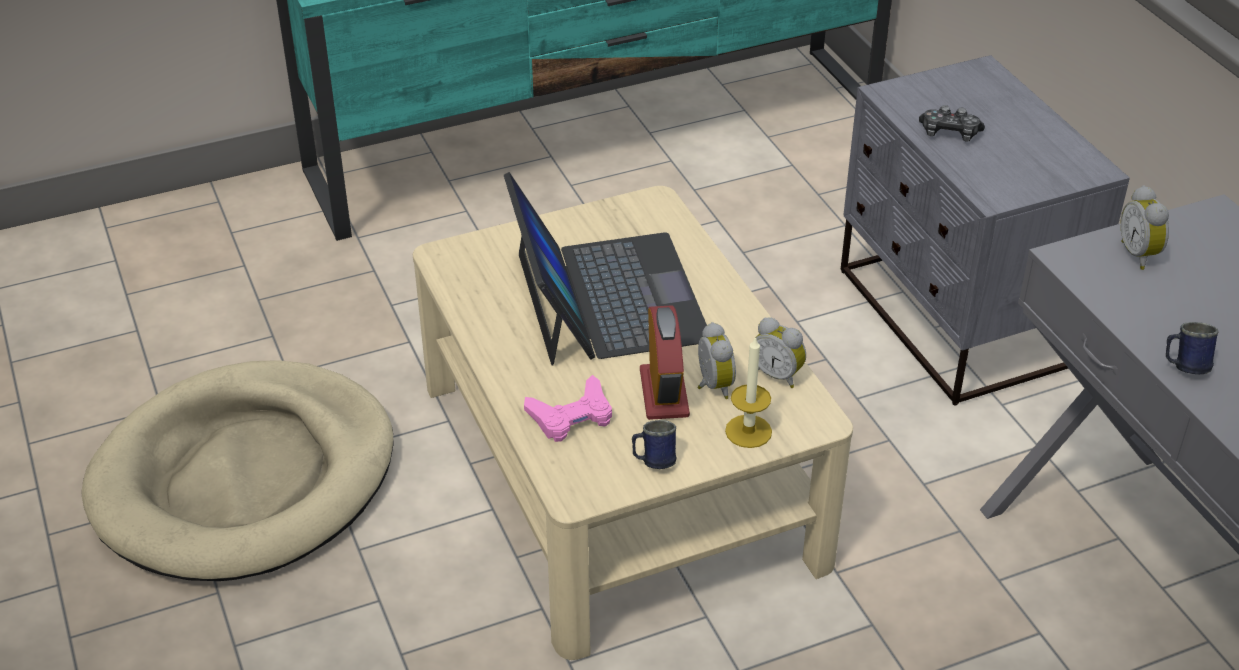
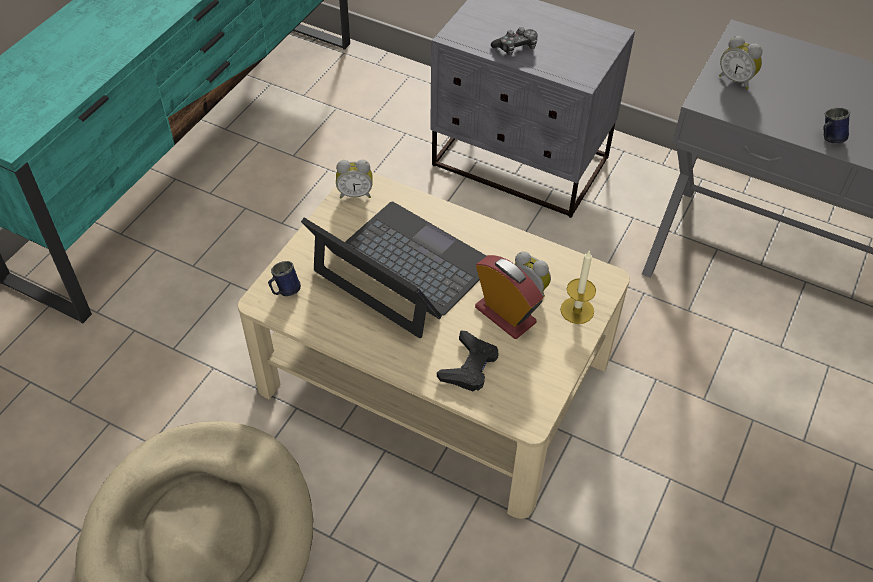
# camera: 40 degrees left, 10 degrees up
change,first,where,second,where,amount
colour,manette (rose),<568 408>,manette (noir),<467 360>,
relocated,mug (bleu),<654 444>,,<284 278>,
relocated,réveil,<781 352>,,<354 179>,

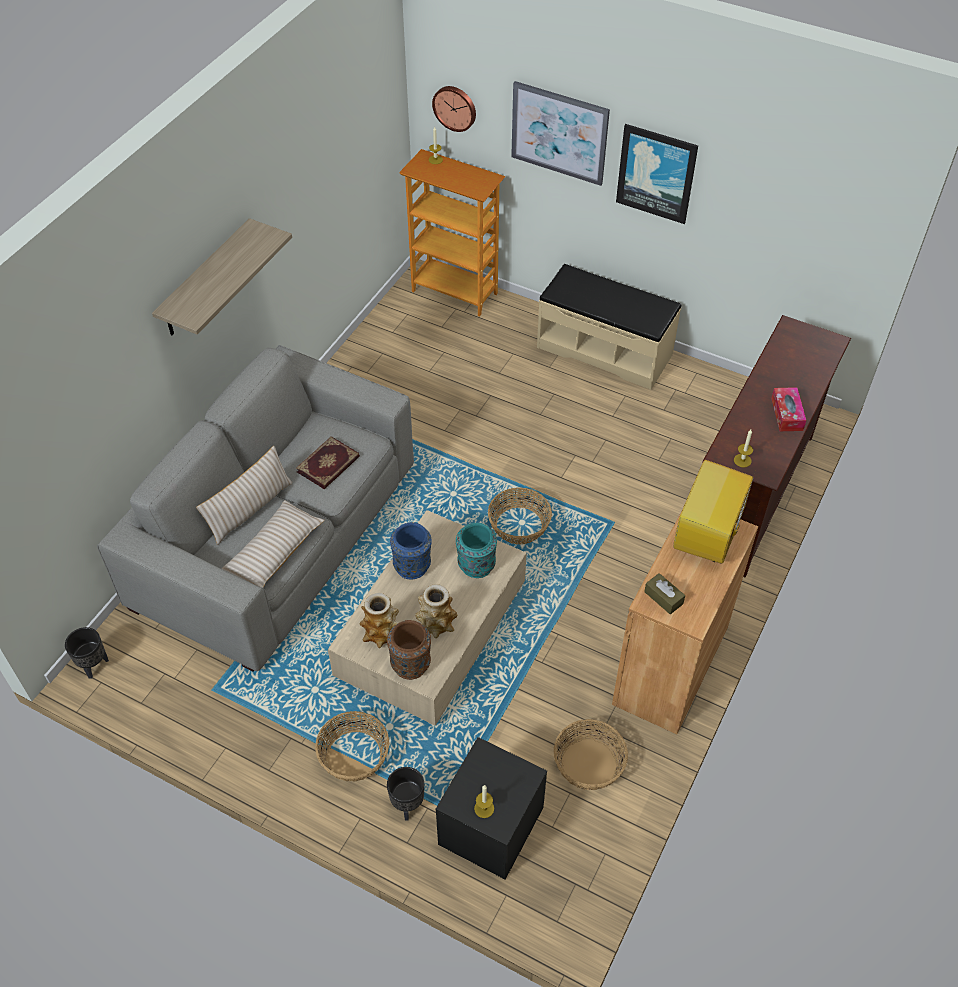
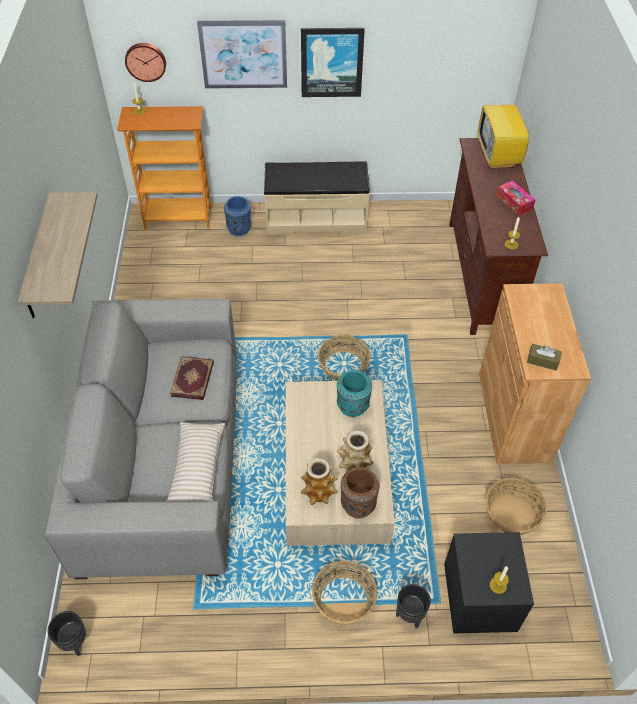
# camera: 30 degrees left, 0 degrees up
change,first,where,second,where,amount
missing,coussin (beige),<244 495>,,,
relocated,vase (bleu),<411 550>,,<237 216>,
relocated,téléviseur,<713 512>,,<507 135>,

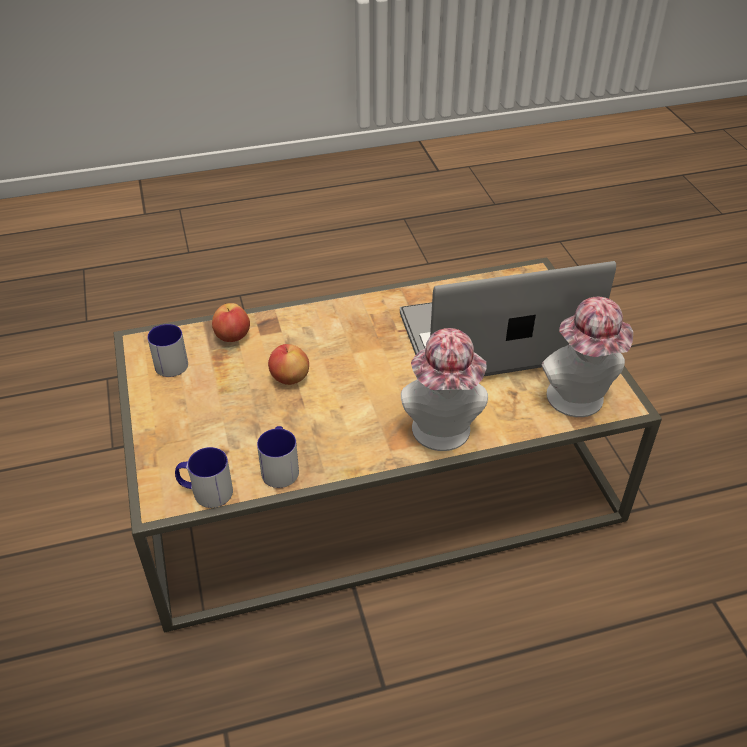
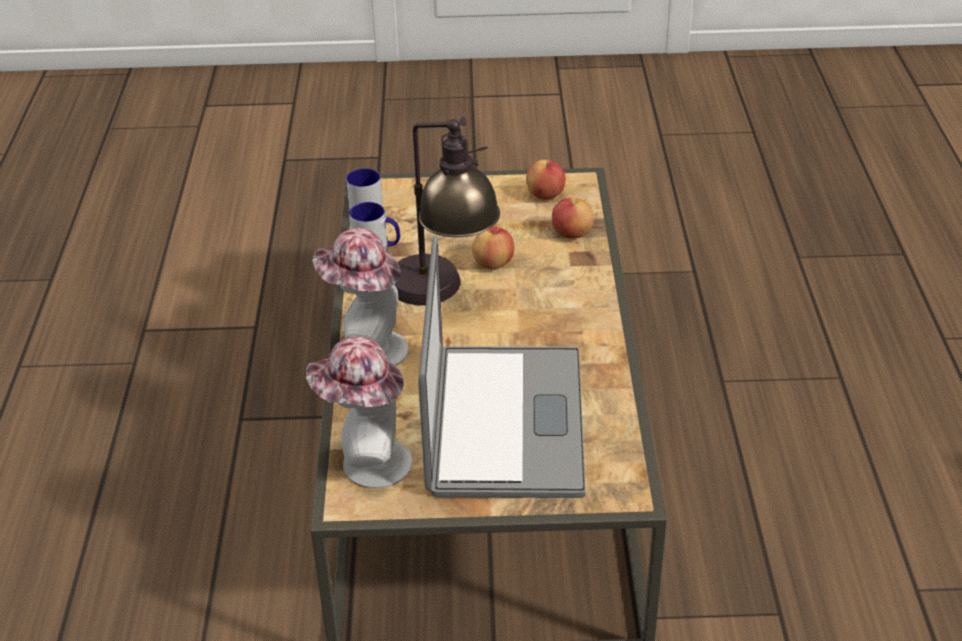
# camera: 105 degrees right, 5 degrees down
change,first,where,second,where,amount
exchanged,mug,<168 350>,pomme,<546 180>,
appeared,,,lampe de table,<447 210>,

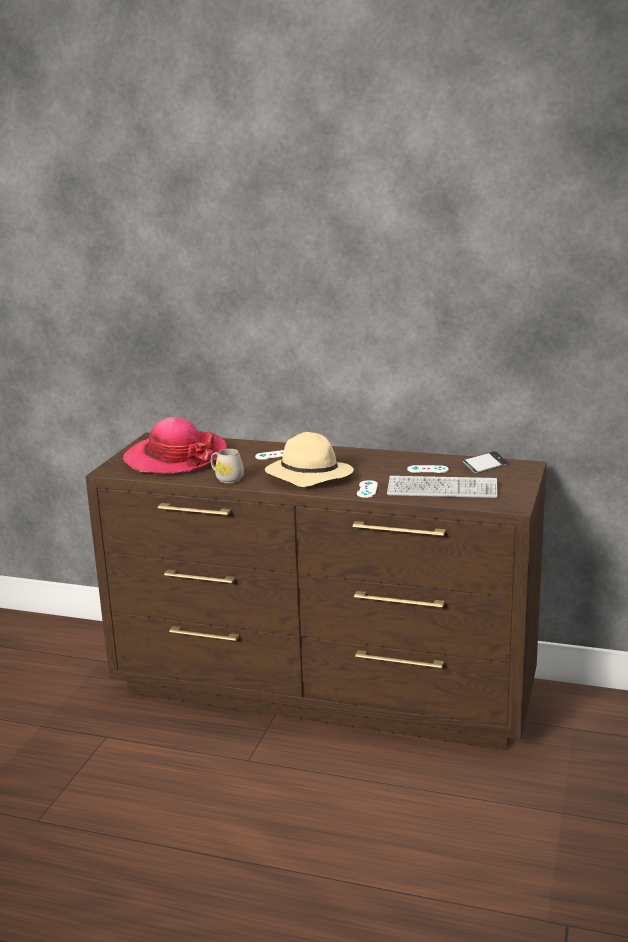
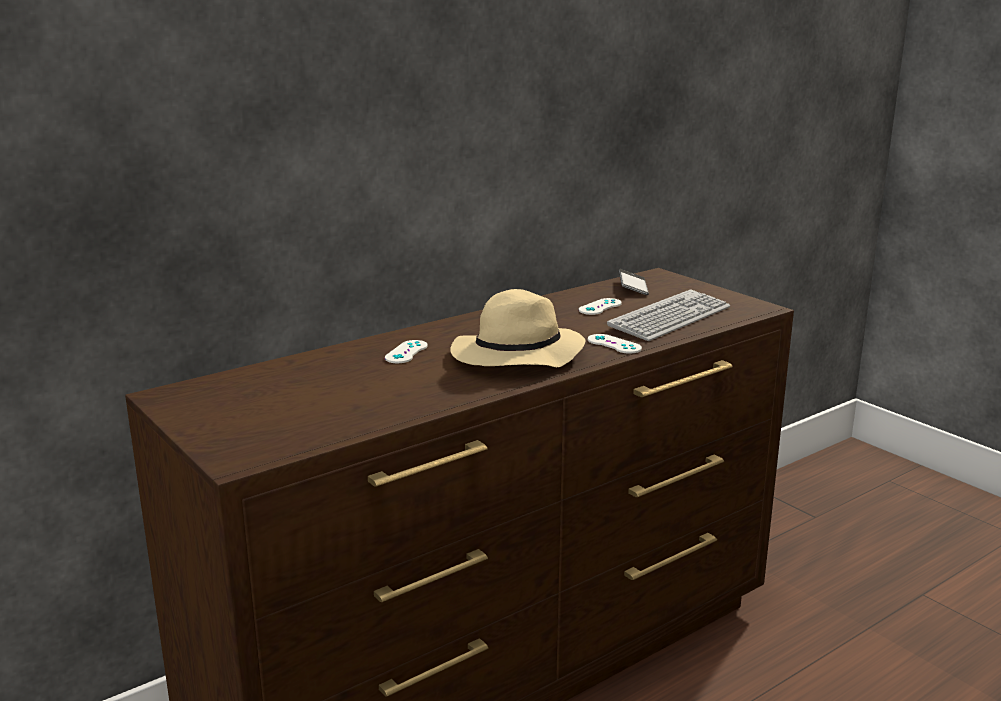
# camera: 55 degrees left, 0 degrees up
change,first,where,second,where,amount
missing,chapeau,<175 445>,,,
missing,mug (blanc),<227 466>,,,

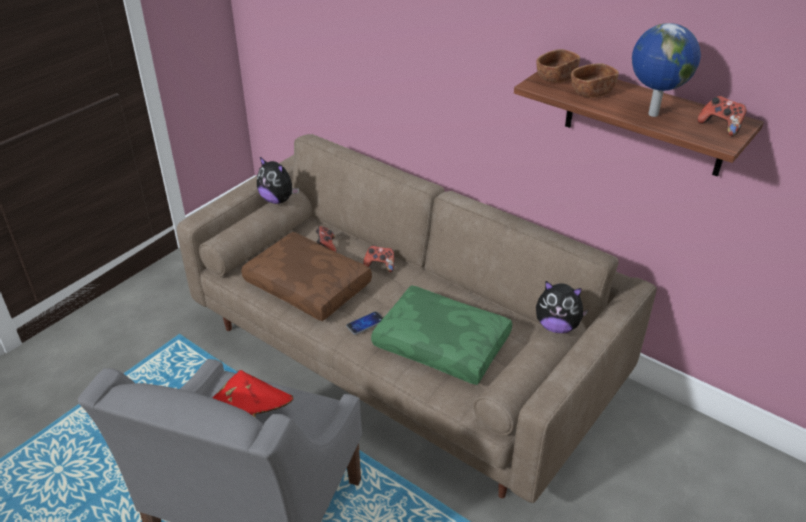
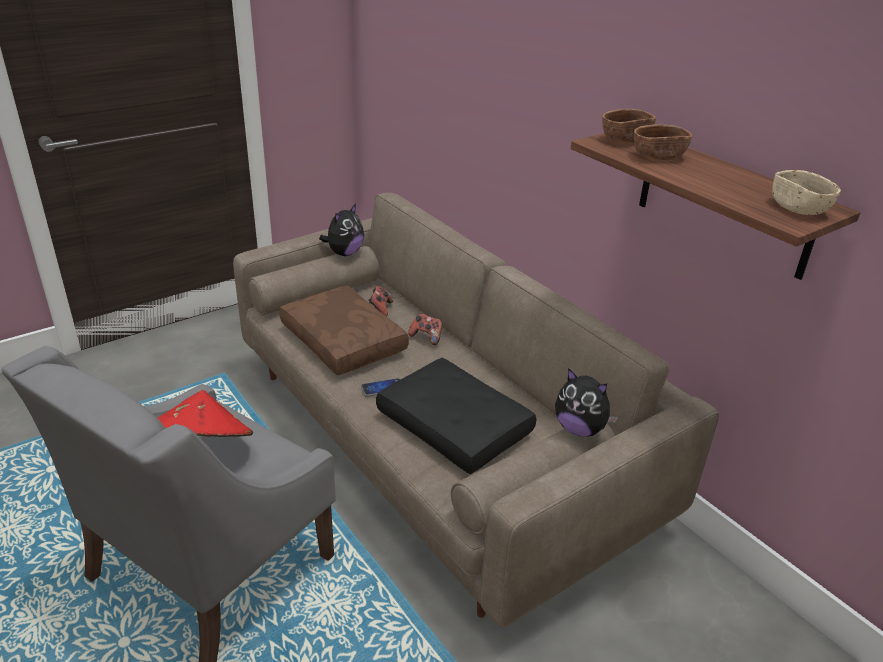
# camera: 15 degrees right, 5 degrees down
change,first,where,second,where,amount
spun,peluche,<278 180>,,<341 230>,105 degrees counterclockwise
colour,coussin (vert),<441 335>,coussin (noir),<456 416>,
missing,globe,<666 70>,,,
exchanged,manette,<722 116>,bol (beige),<806 192>,

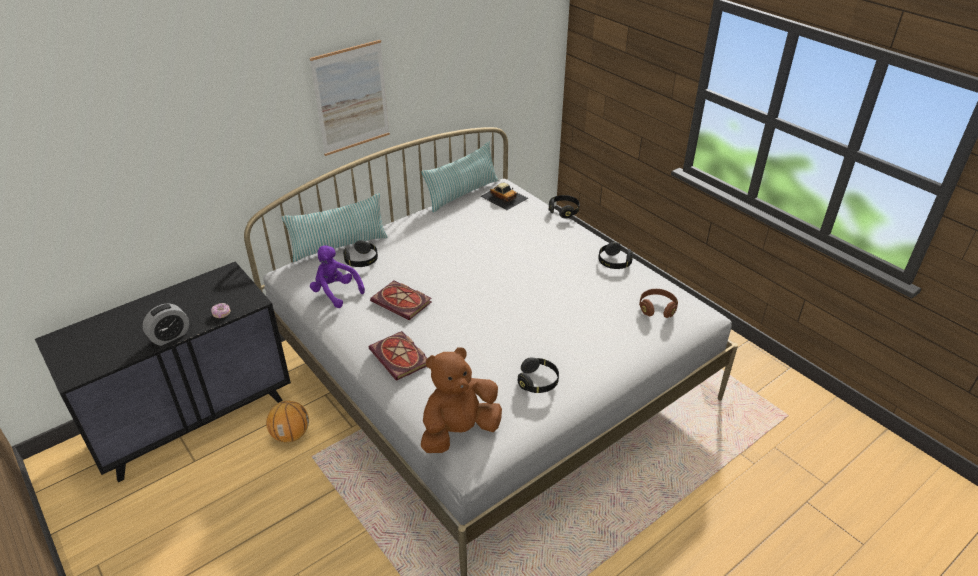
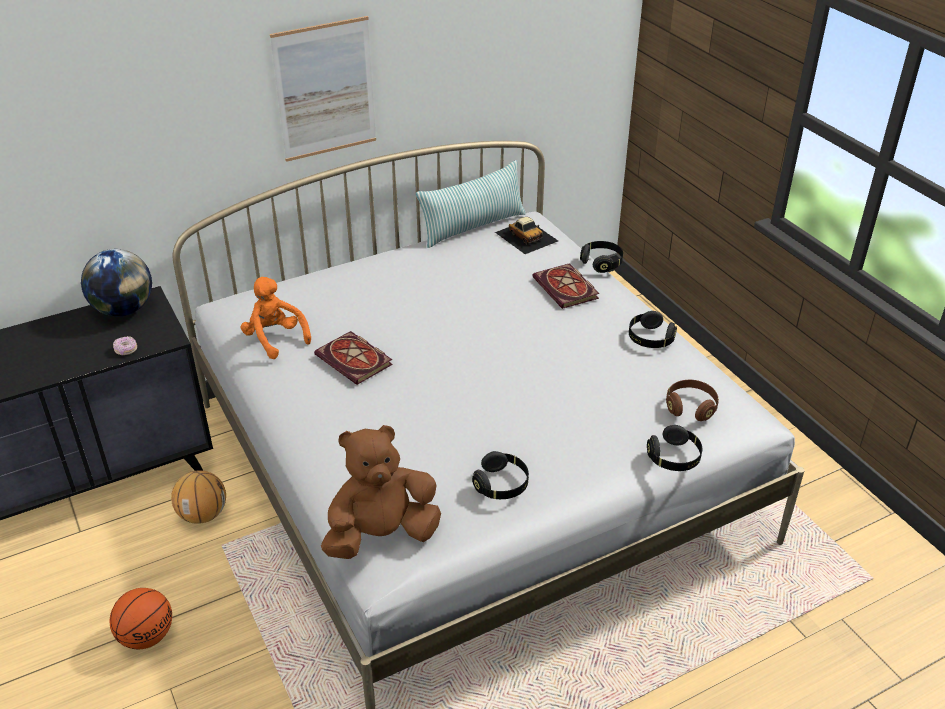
# camera: 10 degrees right, 0 degrees up
change,first,where,second,where,amount
missing,réveil,<165 324>,,,
missing,coussin,<335 227>,,,
colour,peluche (violet),<337 276>,peluche (orange),<276 318>,
relocated,casque audio (noir),<360 253>,,<674 448>,
relocated,livre,<398 356>,,<565 286>,
appeared,,,globe,<116 282>,
appeared,,,ballon de basket,<141 618>,

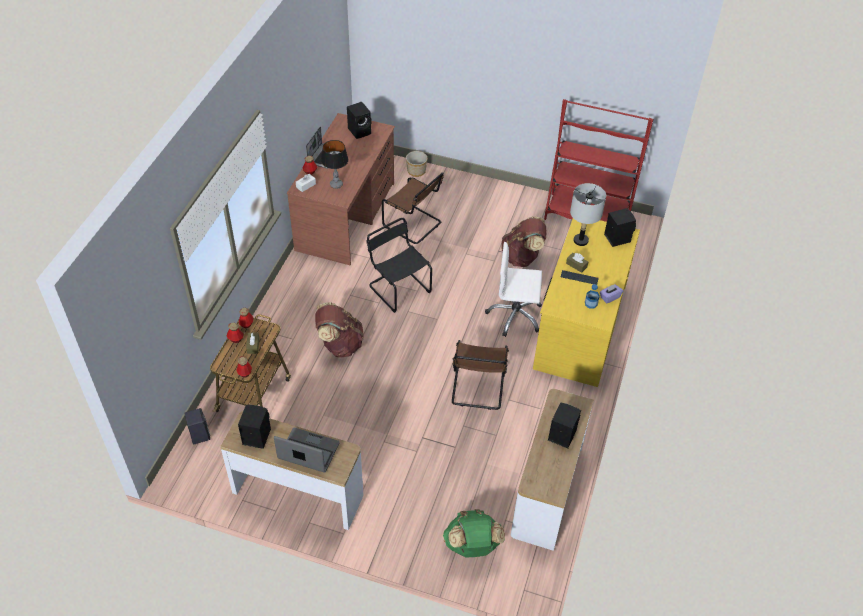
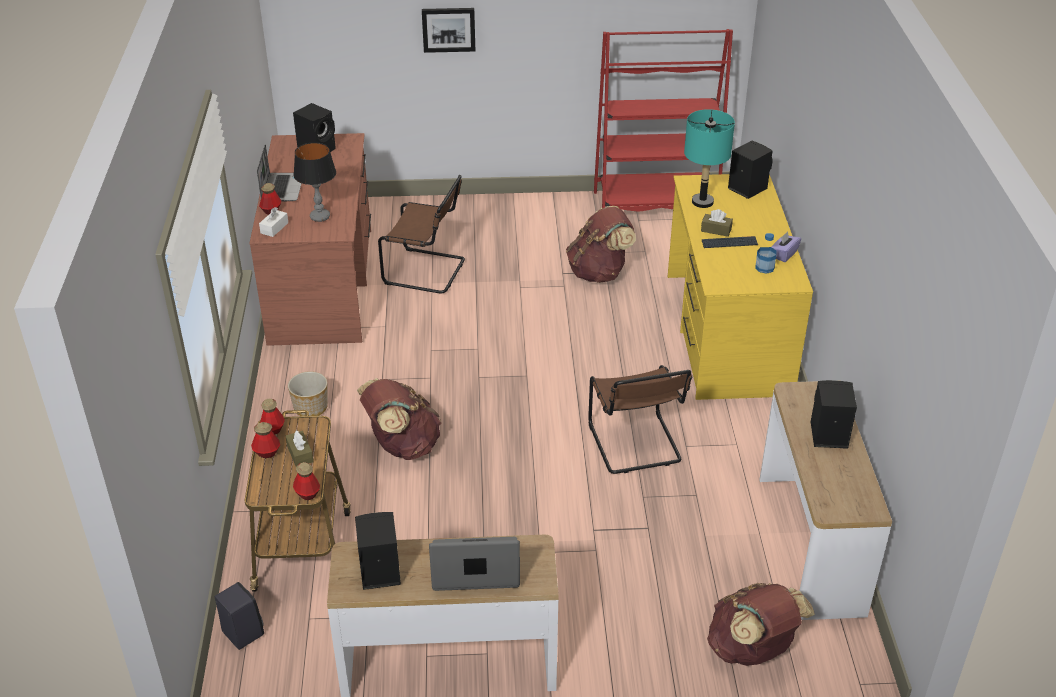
# camera: 20 degrees left, 10 degrees down
change,first,where,second,where,amount
missing,chaise (noir),<399 265>,,,
relocated,cache-pot,<416 164>,,<308 393>,
colour,sac à dos (vert),<474 533>,sac à dos (marron),<761 624>,
missing,chaise de bureau (blanc),<513 289>,,,
colour,lampe de table (gris),<588 214>,lampe de table (turquoise),<709 158>,
appeared,,,tableau,<448 30>,

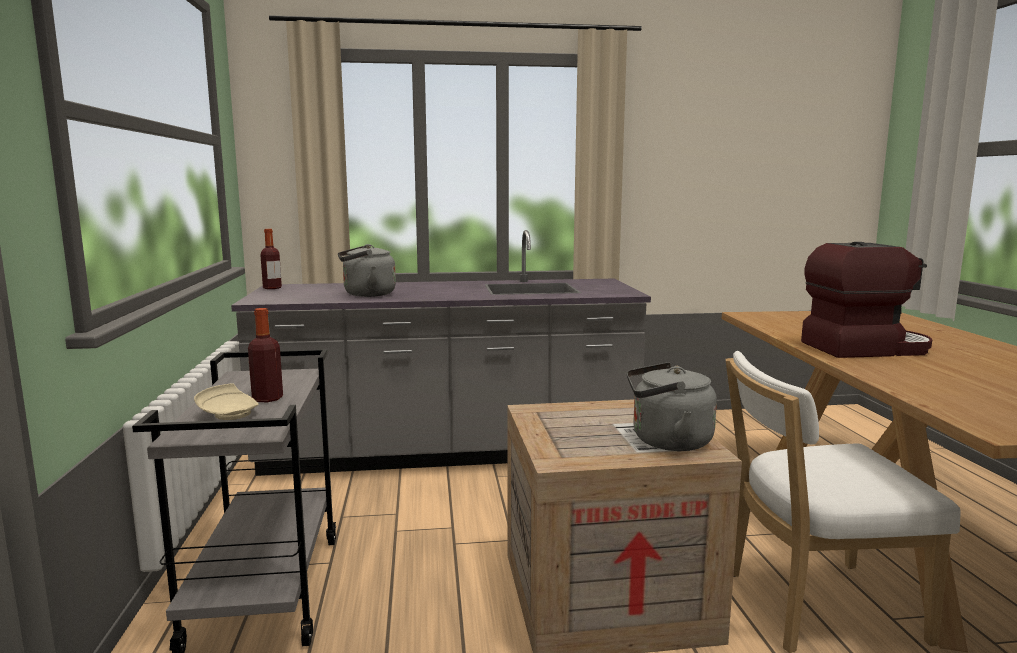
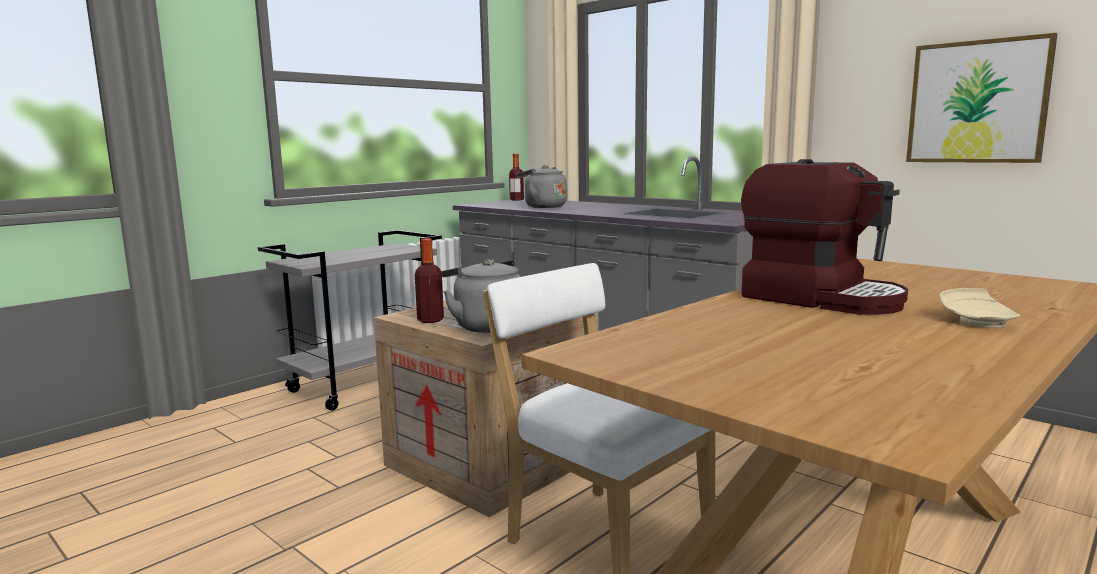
# camera: 50 degrees right, 0 degrees up
change,first,where,second,where,amount
relocated,assiette (beige),<226 401>,,<980 308>,
relocated,bouteille,<265 355>,,<429 280>,
appeared,,,tableau,<982 98>,

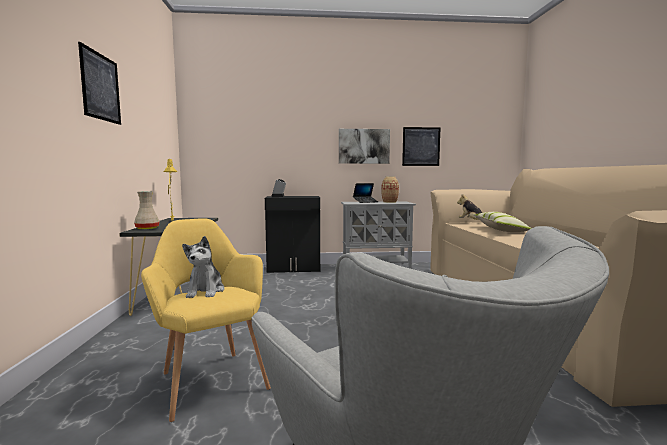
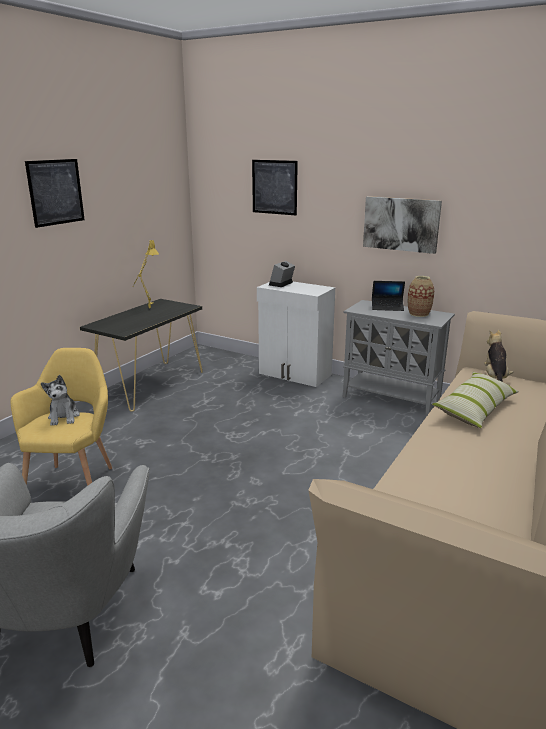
# camera: 35 degrees right, 15 degrees up
change,first,where,second,where,amount
missing,vase (beige),<147 210>,,,
spun,peluche,<203 267>,,<60 400>,45 degrees counterclockwise
colour,meuble de rangement (noir),<292 234>,meuble de rangement (blanc),<296 334>,
relocated,tableau,<421 146>,,<275 187>,

